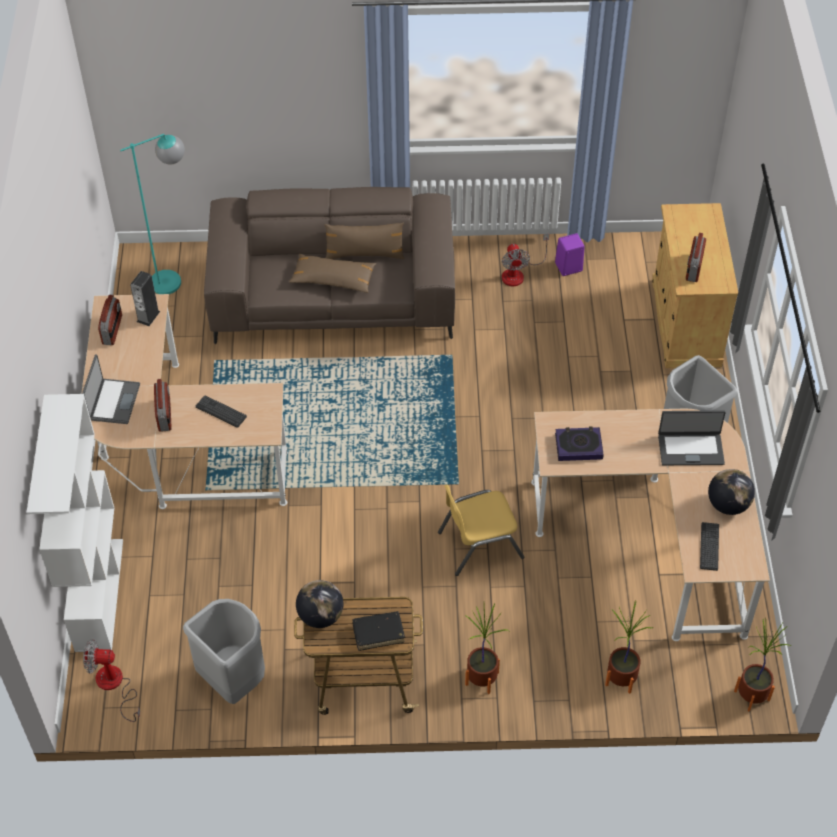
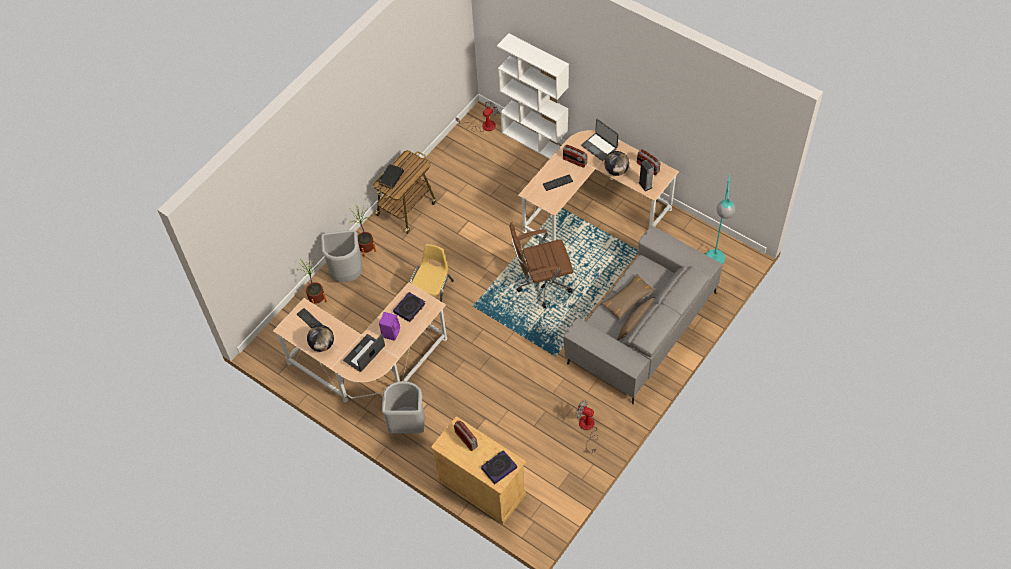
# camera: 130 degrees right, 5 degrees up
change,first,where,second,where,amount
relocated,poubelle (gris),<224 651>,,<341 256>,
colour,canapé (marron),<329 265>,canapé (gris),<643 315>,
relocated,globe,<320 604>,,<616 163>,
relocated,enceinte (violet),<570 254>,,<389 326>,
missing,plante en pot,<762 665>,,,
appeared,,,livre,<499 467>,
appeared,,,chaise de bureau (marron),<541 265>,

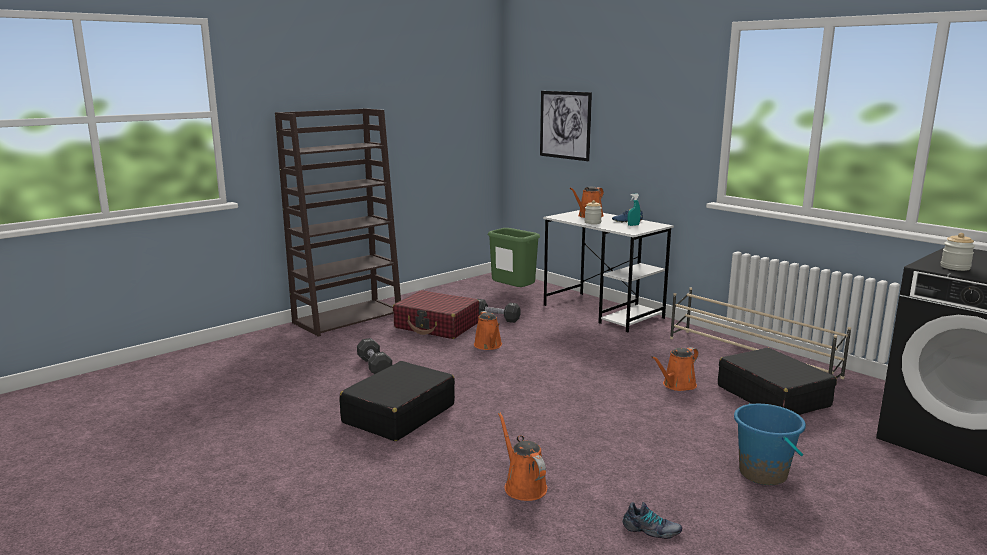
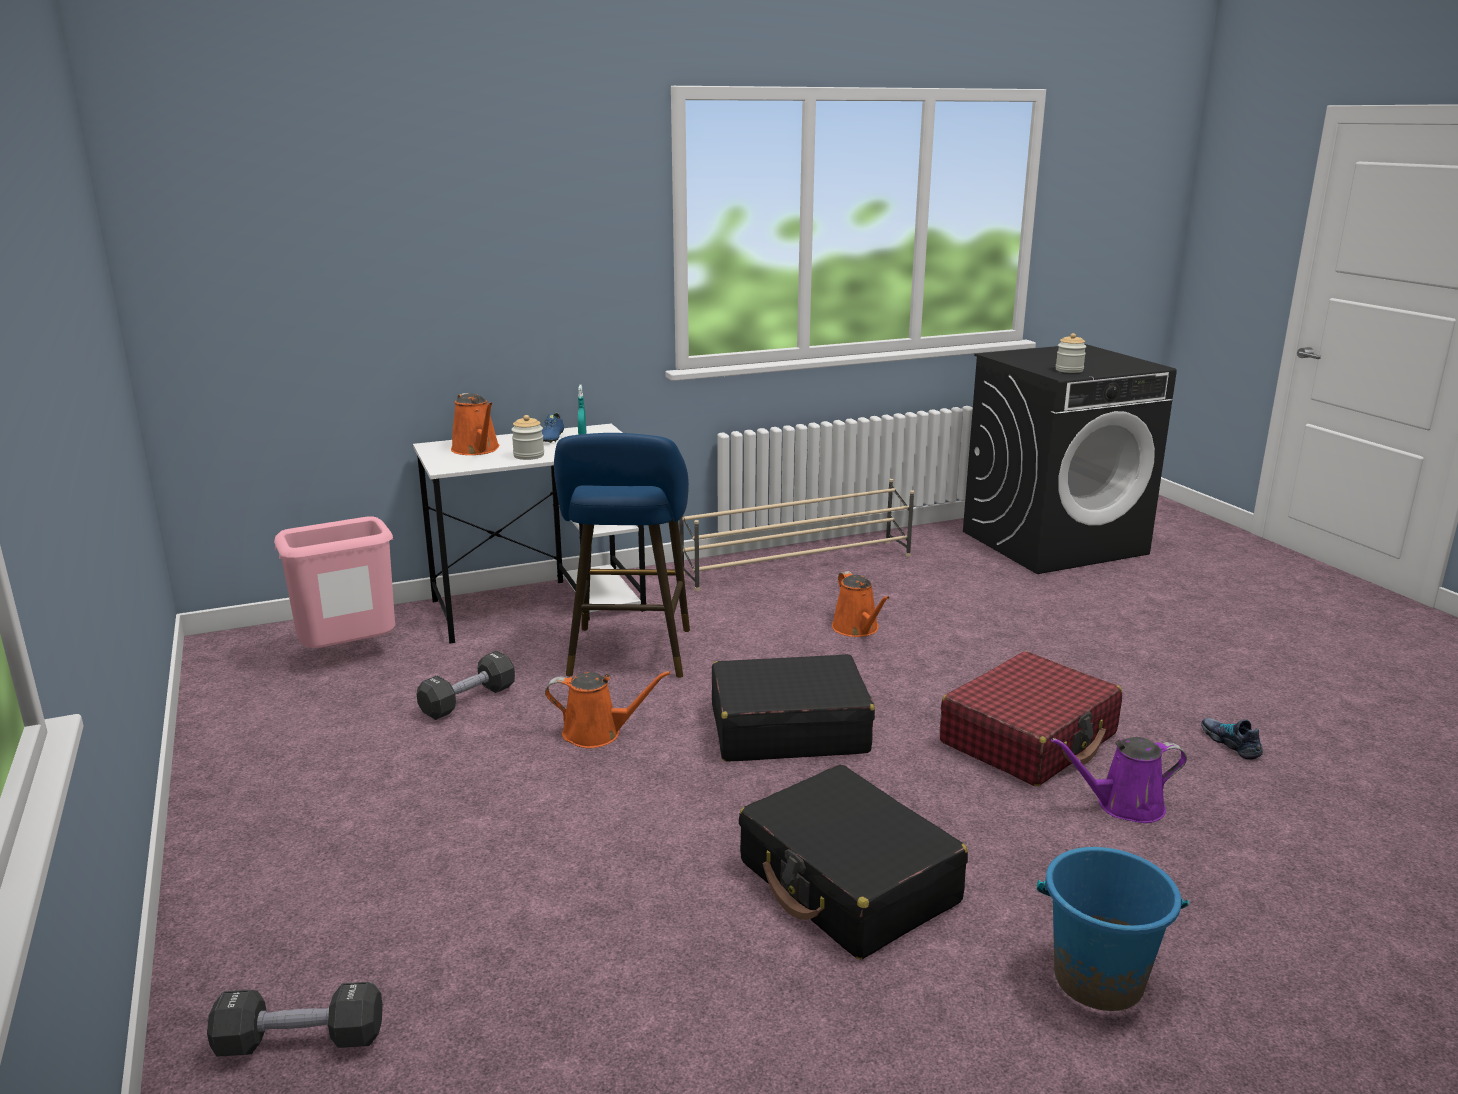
# camera: 70 degrees left, 5 degrees up
change,first,where,second,where,amount
missing,bibliothèque (marron),<338 222>,,,
relocated,haltère (noir),<374 356>,,<295 1019>,
relocated,valise (rouge),<436 314>,,<1031 718>,
colour,poubelle (vert),<514 257>,poubelle (rose),<334 582>,
colour,arrosoir (orange),<522 456>,arrosoir (violet),<1119 780>,
missing,tableau,<566 126>,,,
spun,chaussure,<652 520>,,<1232 739>,60 degrees counterclockwise
relocated,valise (noir),<777 381>,,<793 707>,
relocated,seau (bleu),<770 444>,,<1113 929>,
appeared,,,tabouret (bleu),<622 555>,

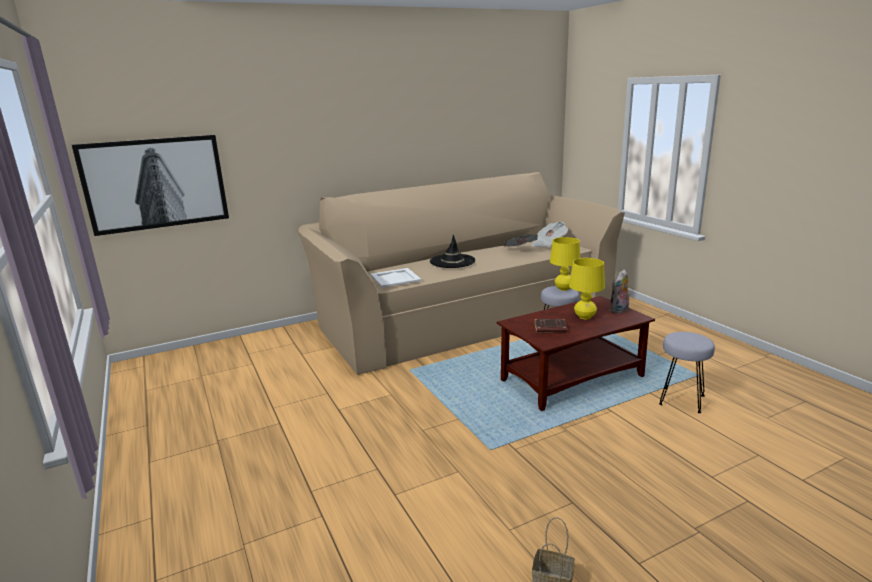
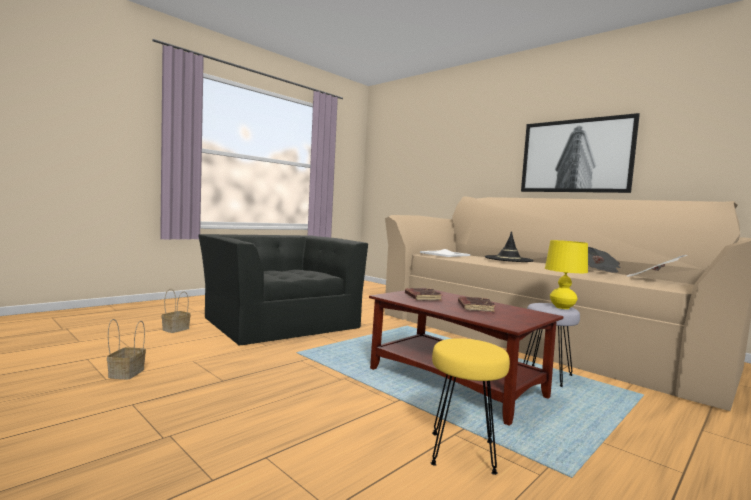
# camera: 70 degrees right, 15 degrees down
change,first,where,second,where,amount
relocated,tableau,<150 185>,,<580 153>,
exchanged,lampe de table (jaune),<587 288>,livre (marron),<477 304>,
missing,peluche,<620 291>,,,
colour,tabouret (gris),<687 372>,tabouret (jaune),<470 406>,
appeared,,,panier,<176 311>,
appeared,,,fauteuil (noir),<283 289>,

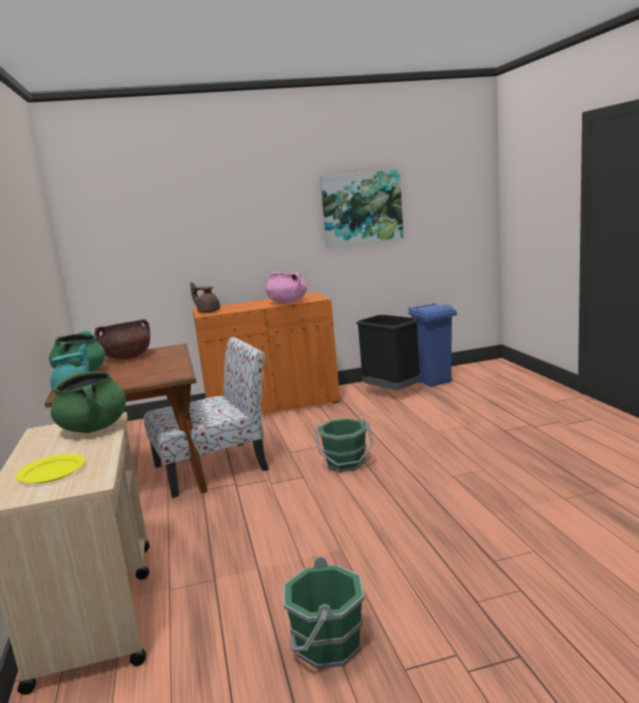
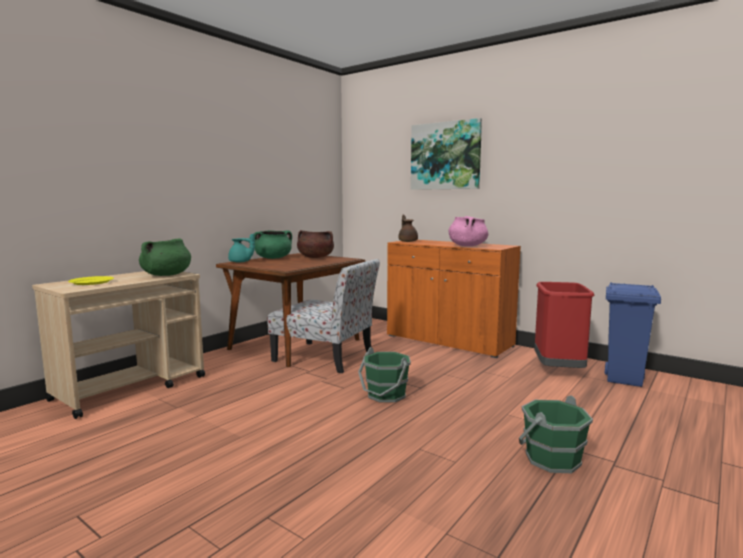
# camera: 50 degrees right, 5 degrees down
change,first,where,second,where,amount
relocated,seau (vert),<323 612>,,<556 434>,
relocated,tableau,<362 208>,,<446 154>,
colour,poubelle (noir),<388 352>,poubelle (rouge),<564 325>,

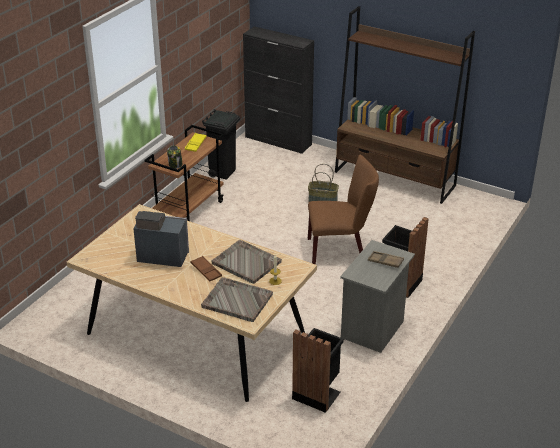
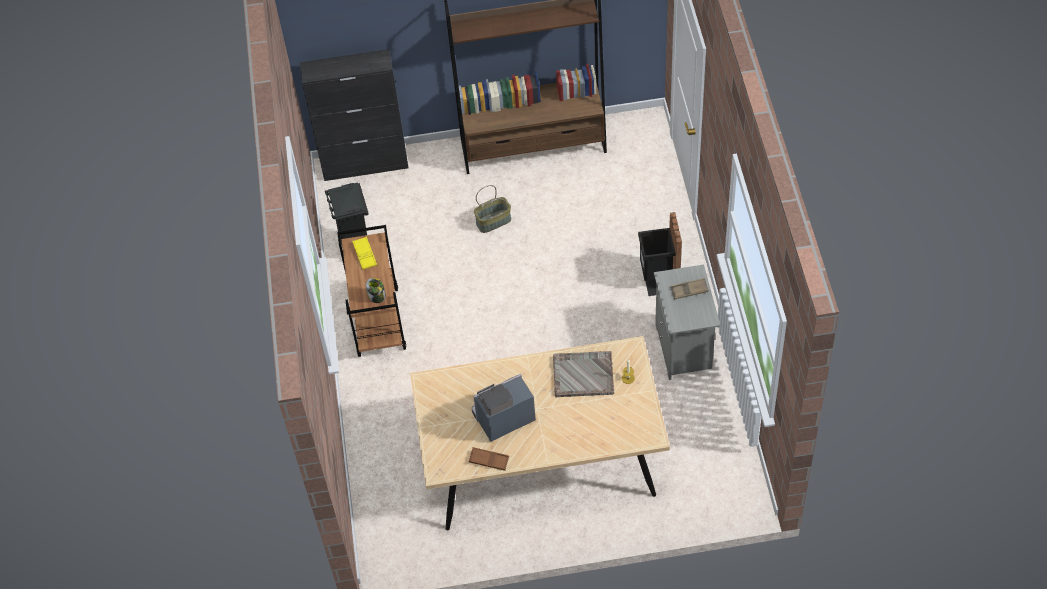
# camera: 35 degrees left, 20 degrees up
change,first,where,second,where,amount
relocated,plateau (marron),<206 269>,,<489 459>,
missing,plateau (gris),<237 299>,,,
missing,poubelle (noir),<318 370>,,,
missing,chaise (marron),<343 210>,,,

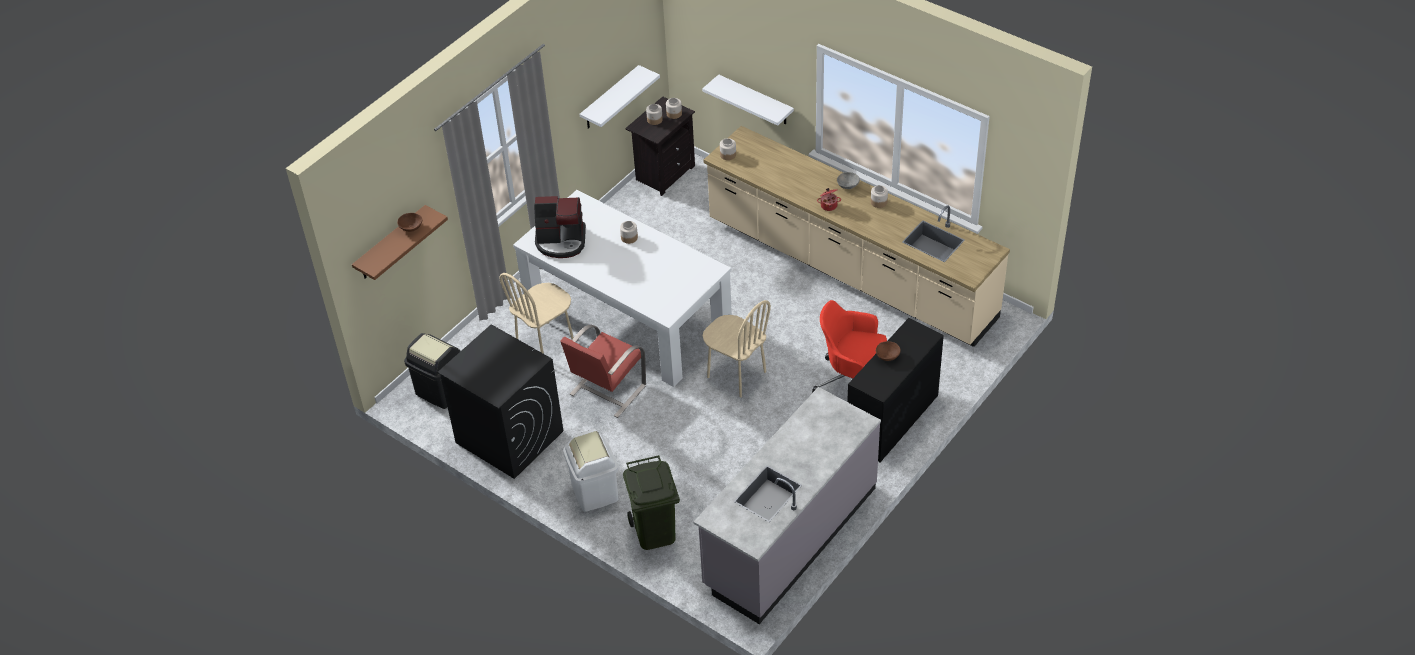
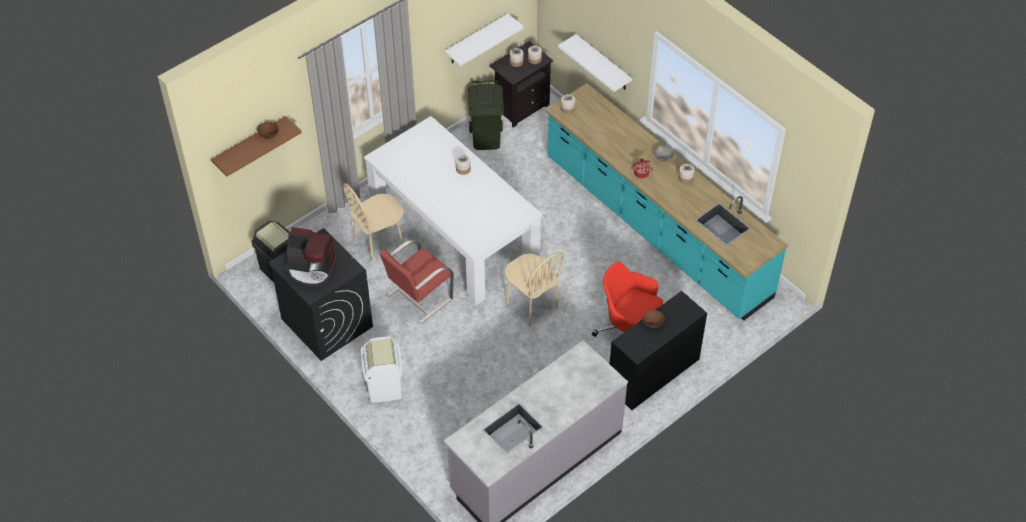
# camera: 10 degrees right, 5 degrees up
change,first,where,second,where,amount
relocated,machine à café,<560 227>,,<312 257>,
relocated,poubelle (vert),<651 502>,,<486 115>,
colour,comptoir de cuisine (beige),<857 236>,comptoir de cuisine (turquoise),<666 202>,

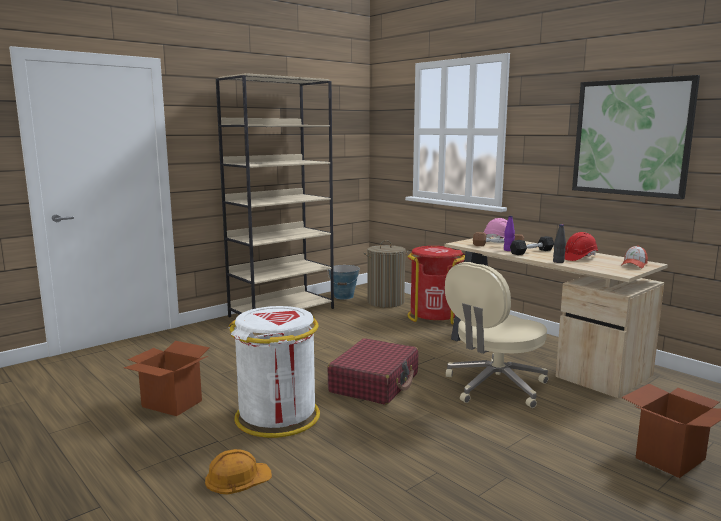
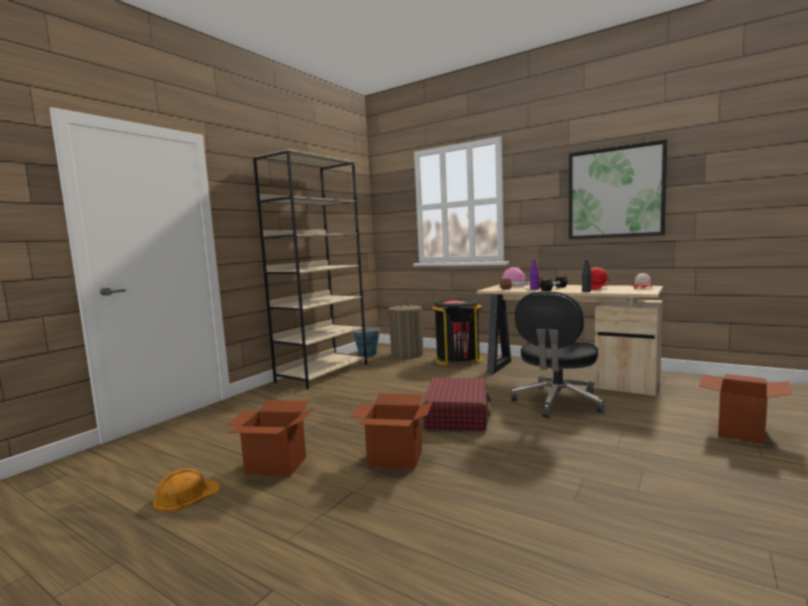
# camera: 15 degrees left, 5 degrees down
change,first,where,second,where,amount
relocated,casque de chantier (orange),<238 471>,,<186 490>,
exchanged,poubelle (blanc),<274 372>,carton,<391 431>,
colour,poubelle (rouge),<436 285>,poubelle (noir),<457 332>,
colour,chaise de bureau (beige),<496 335>,chaise de bureau (noir),<557 354>,

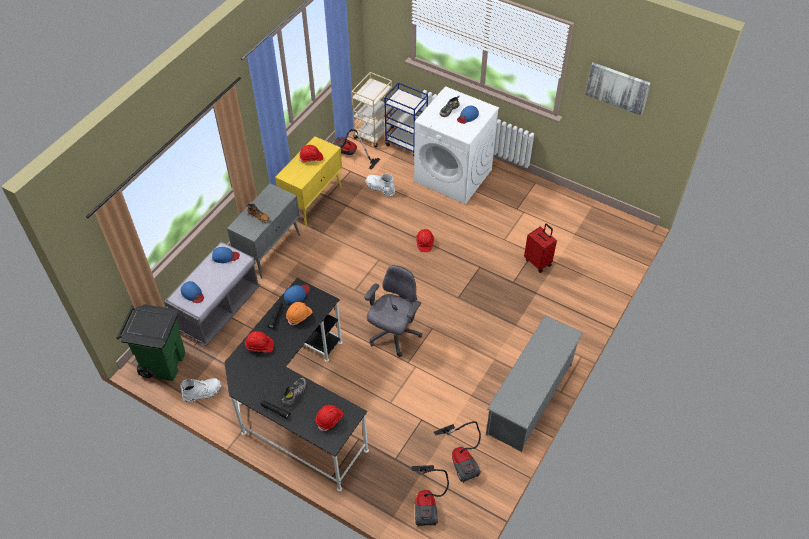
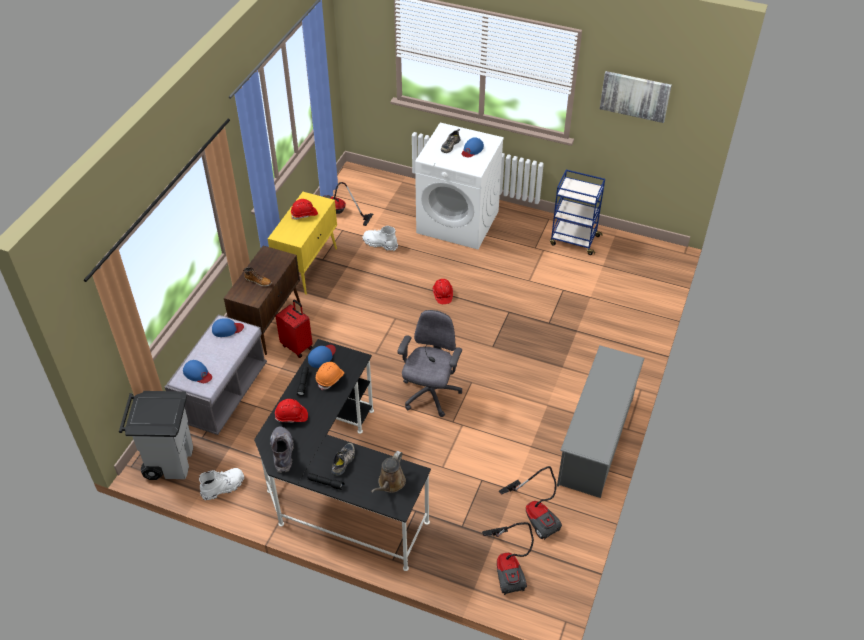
# camera: 10 degrees left, 5 degrees down
change,first,where,second,where,amount
colour,poubelle (vert),<151 342>,poubelle (gris),<156 435>,
colour,meuble de rangement (gris),<263 231>,meuble de rangement (marron),<262 300>,
exchanged,casque de chantier (rouge),<329 418>,arrosoir (marron),<388 472>,
missing,chariot (beige),<372 109>,,,
relocated,chariot (bleu),<406 119>,,<577 212>,
relocated,valise (rouge),<540 248>,,<294 329>,
appeared,,,botte (gris),<282 449>,

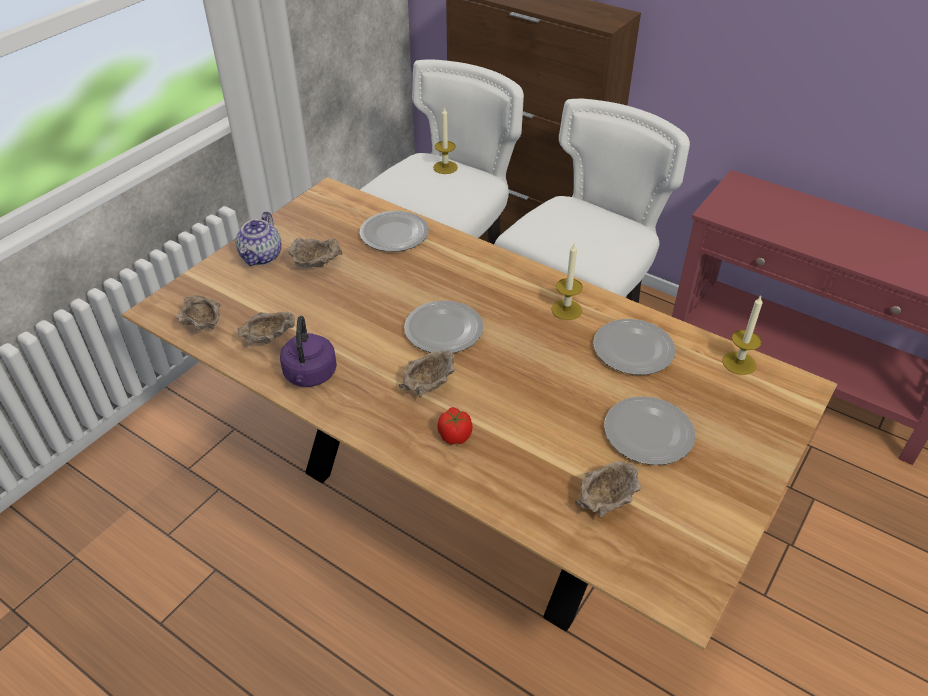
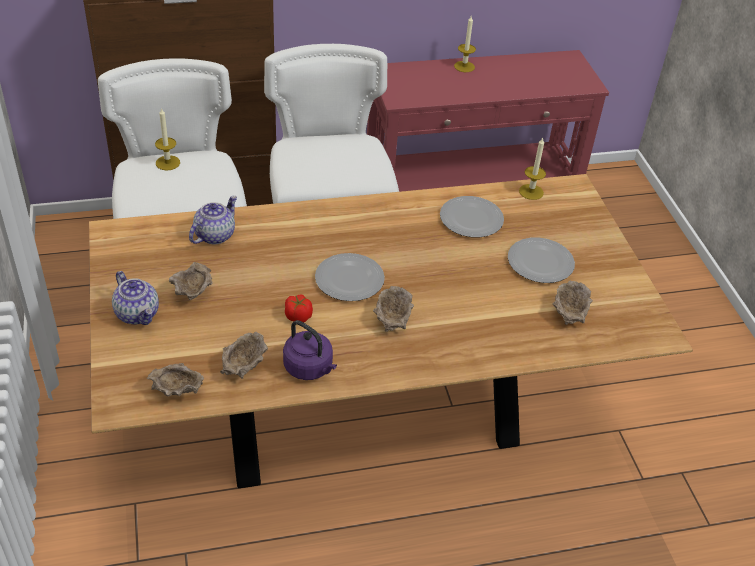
# camera: 50 degrees left, 0 degrees up
change,first,where,second,where,amount
exchanged,assiette,<394 231>,théière,<213 220>,
relocated,tomate,<455 426>,,<299 308>,
relocated,bougie,<567 282>,,<465 44>,

